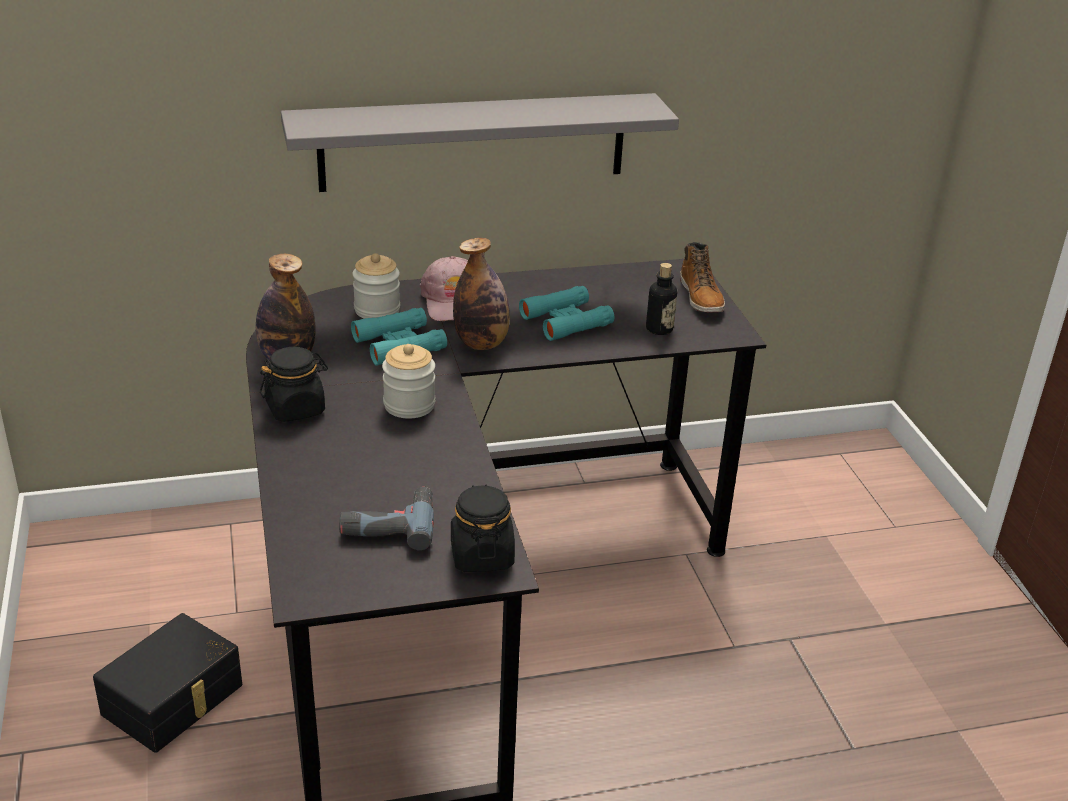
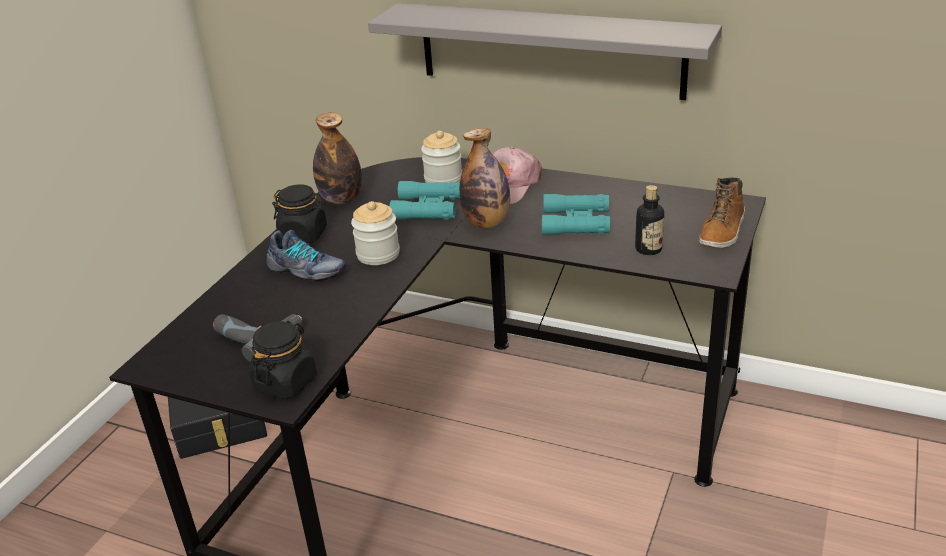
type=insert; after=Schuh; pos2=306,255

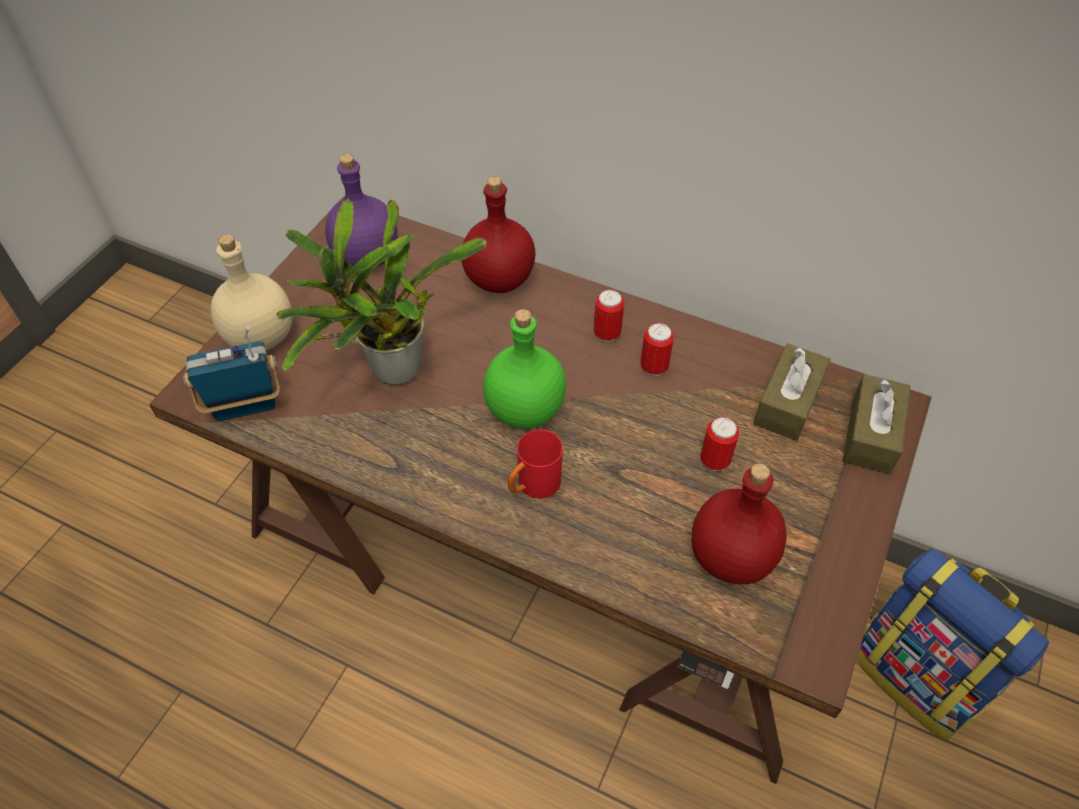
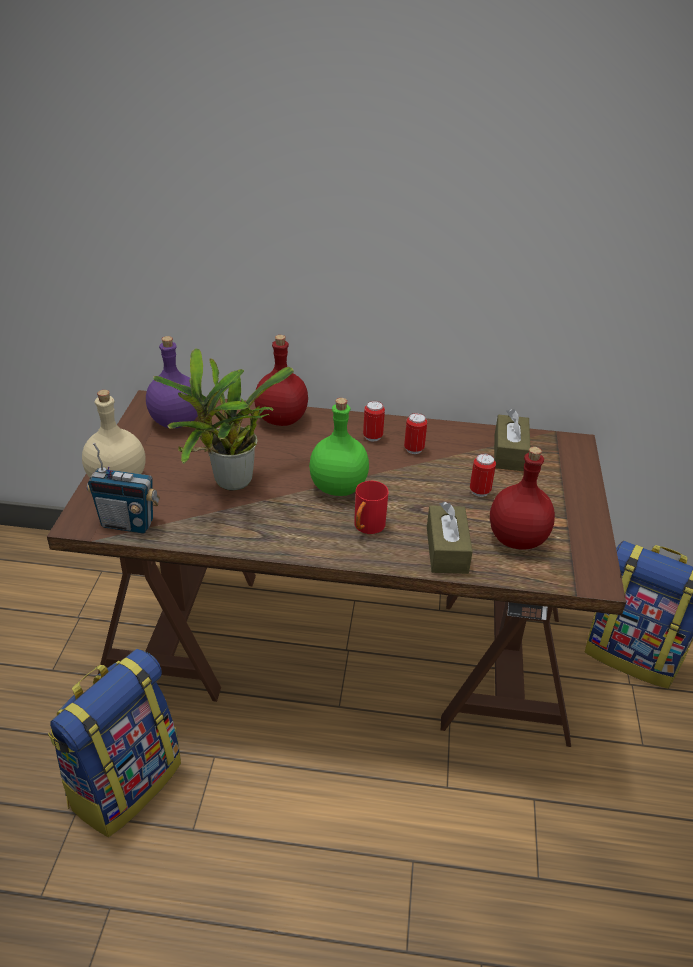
type=rotate; before=Radio; pos1=231,374; pos2=123,488; turn=-135
type=move; before=Taschentuchbox [braun]; pos1=877,424; pos2=450,538
type=insert; after=Rucksack; pos2=114,743

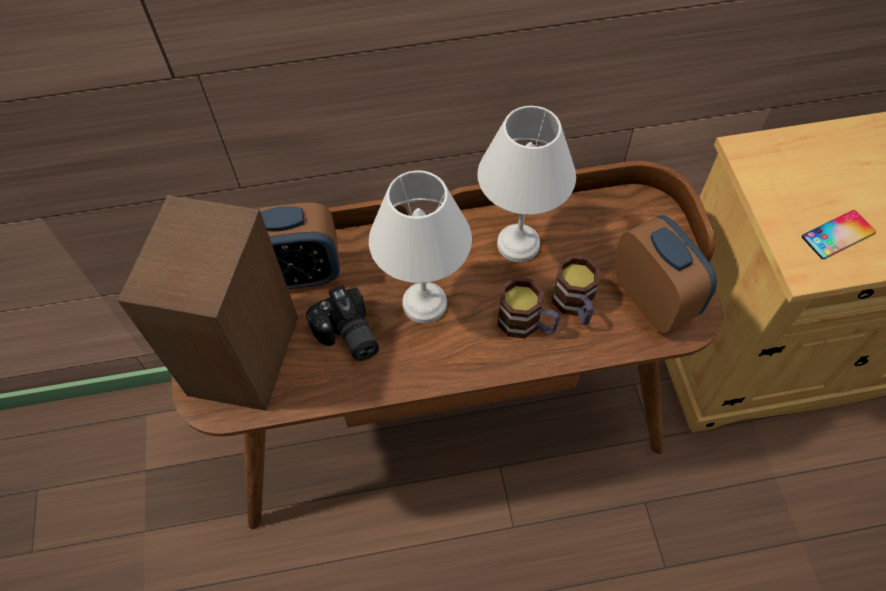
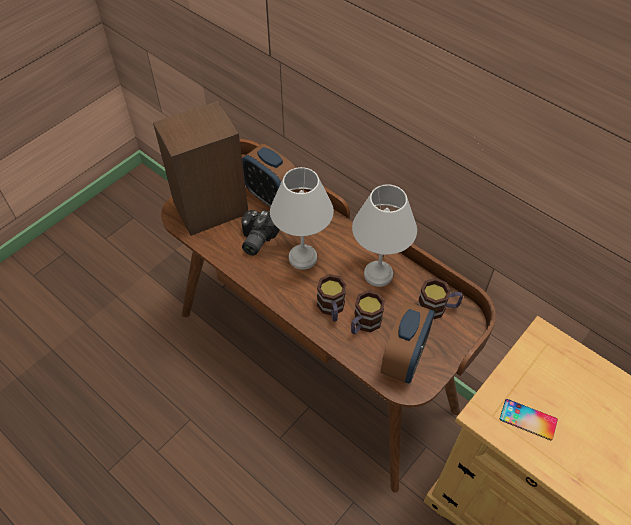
type=insert; after=Henkelbecher; pos2=440,298

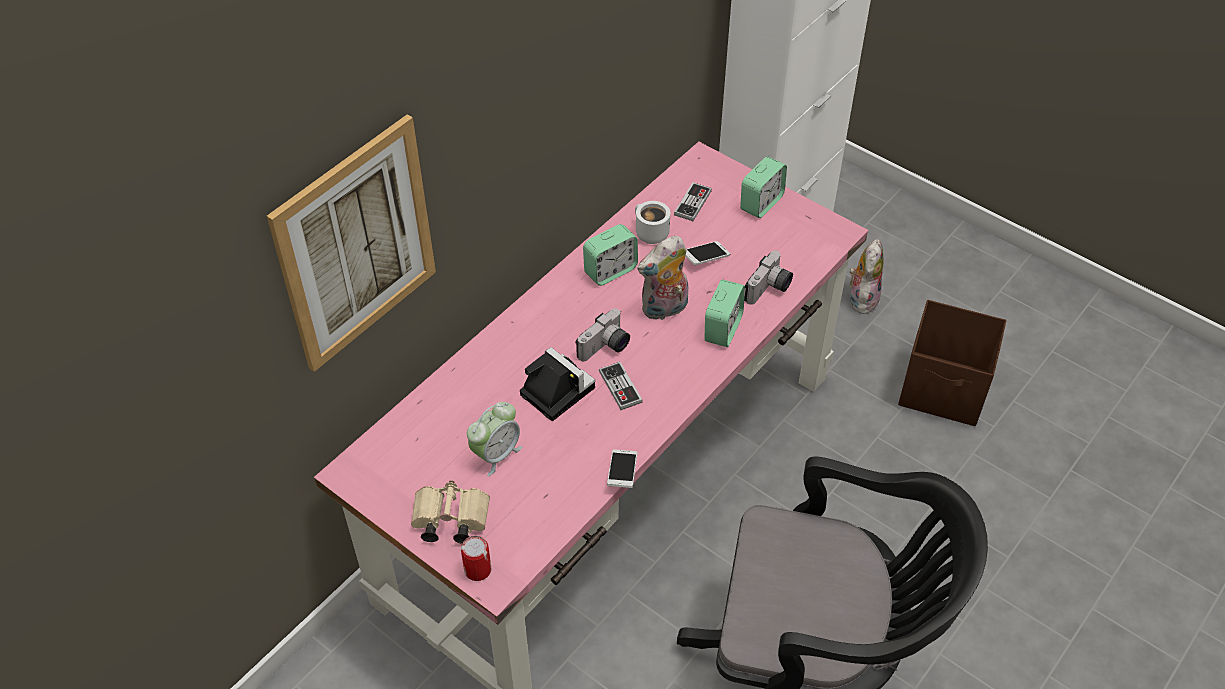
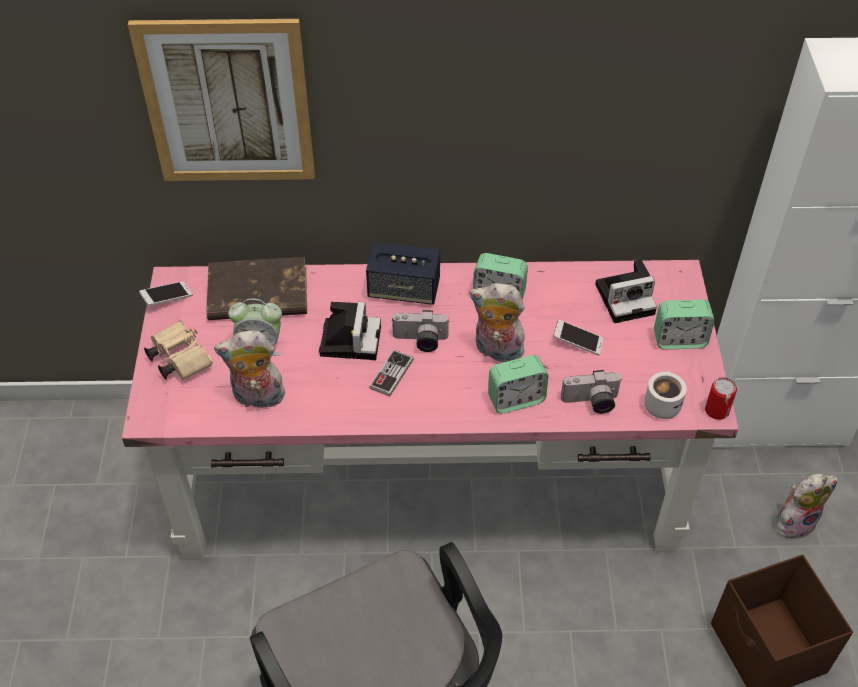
type=move; before=Dose; pos1=476,558; pos2=721,398
type=move; before=Handy; pos1=622,468; pos2=166,293
type=move; before=Henkelbecher [weiß]; pos1=652,222; pos2=666,395
type=replace; before=Gamepad; after=Kamera; pos1=693,201; pos2=626,291
type=insert; after=Buch [braun]; pos2=256,288
type=insert; after=Plüschtier; pos2=249,369
type=insert; after=Lautsprecher; pos2=403,273

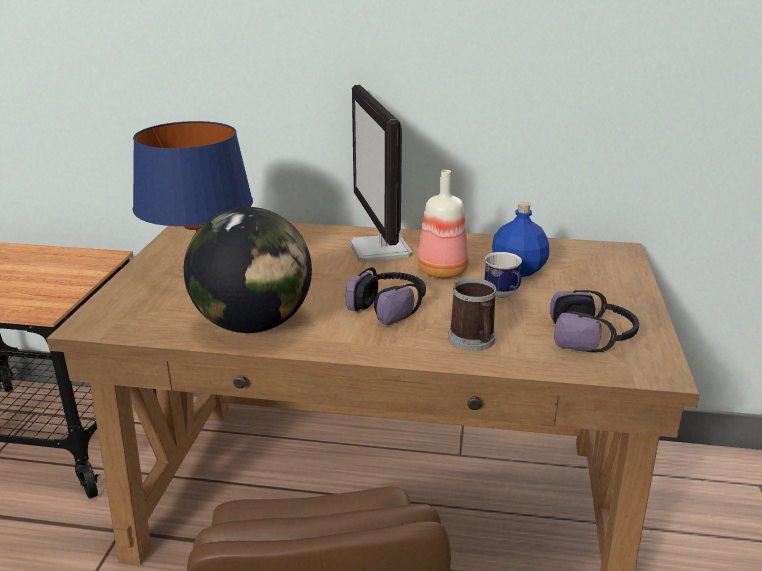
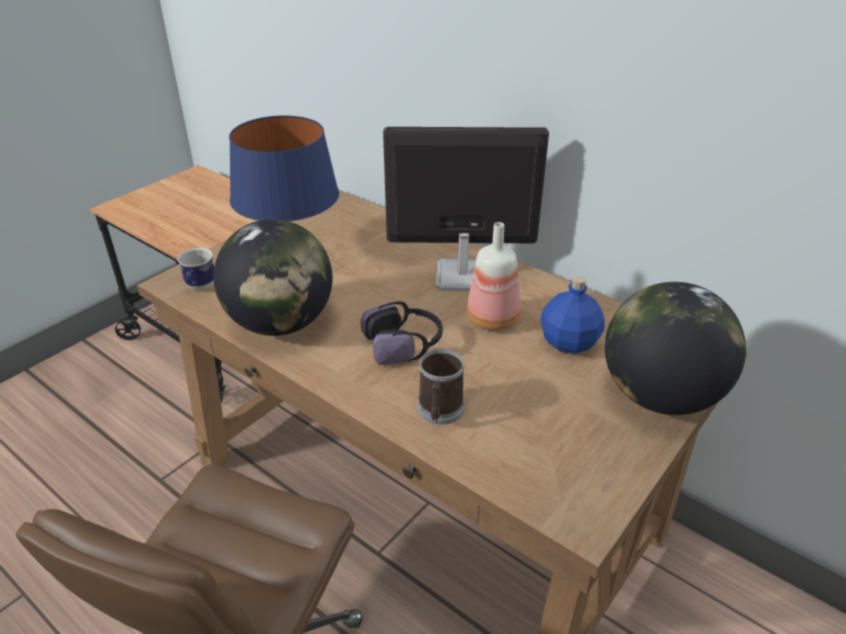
type=rotate; before=Monitor; pos1=380,173; pos2=466,209; turn=75
type=move; before=Henkelbecher; pos1=503,275; pos2=195,269
type=delete; before=Kopfhörer; pos1=594,321
type=insert; after=Globus; pos2=675,348

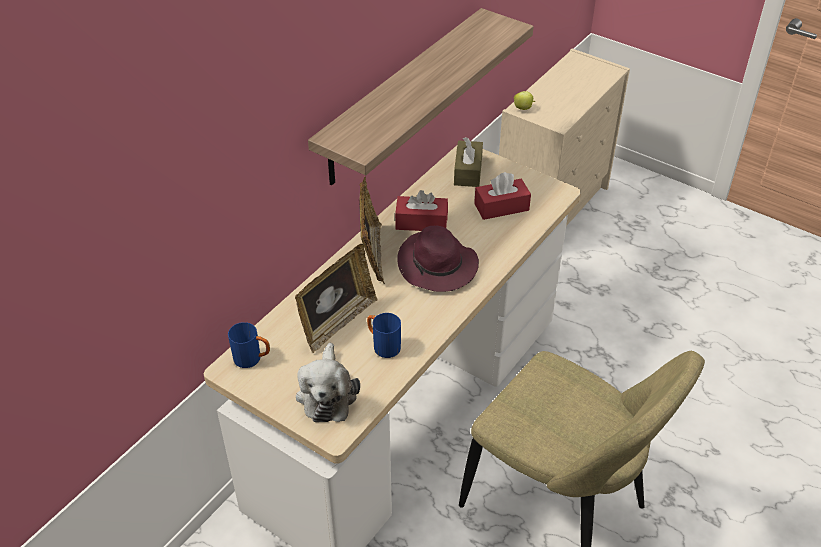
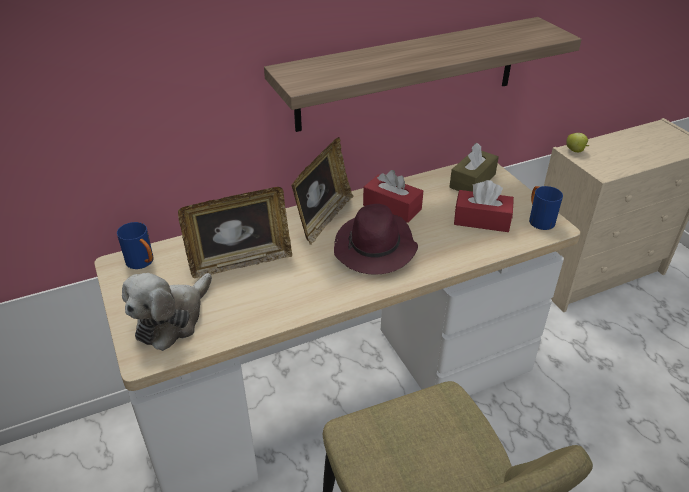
type=move; before=Henkelbecher [blau]; pos1=384,335; pos2=546,208

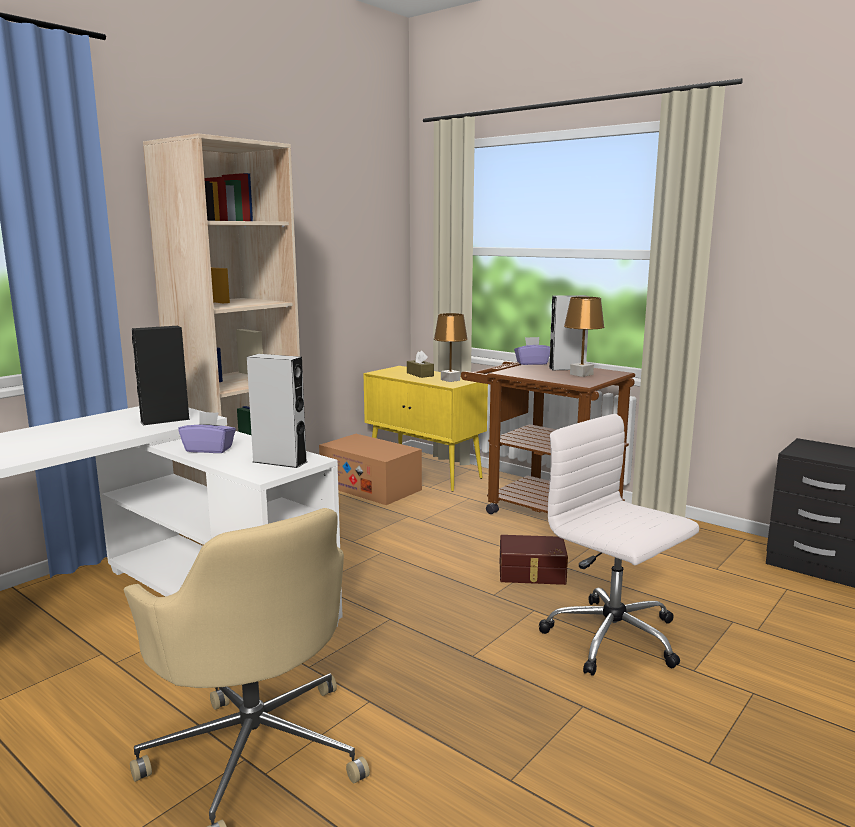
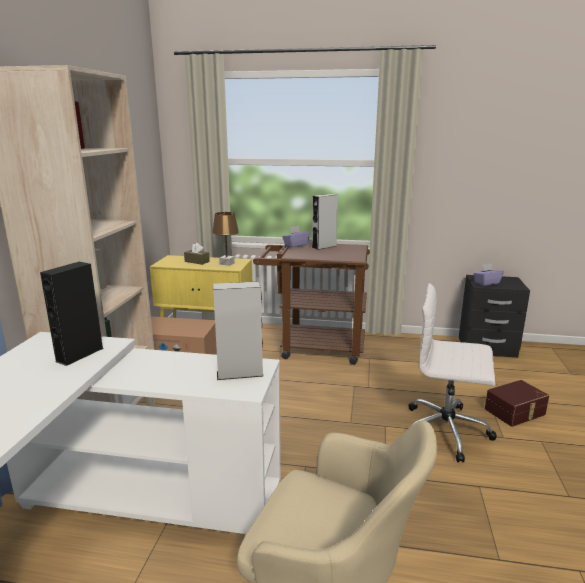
type=move; before=Taschentuchbox [lila]; pos1=207,432; pos2=488,275
type=move; before=Aufbewahrungsbox [braun]; pos1=534,560; pos2=517,403
type=delete; before=Tischlampe [braun]; pos1=584,336

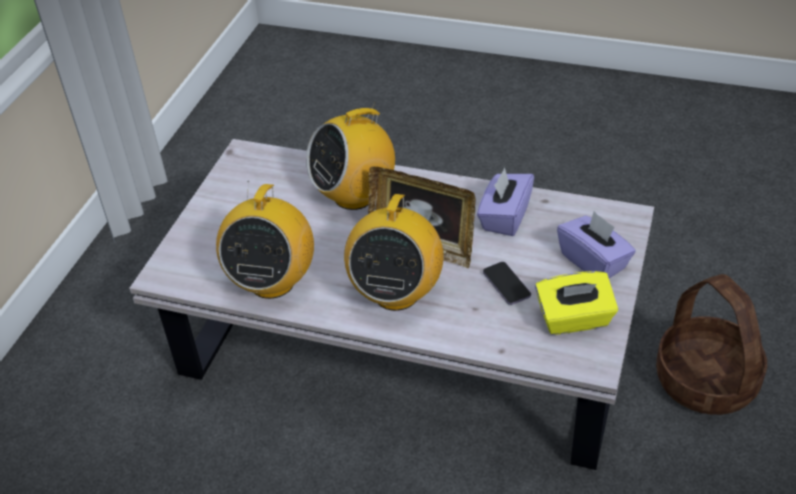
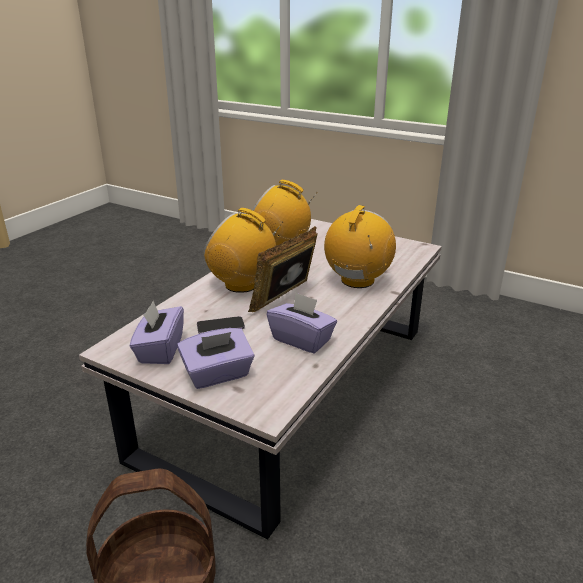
type=rotate; before=Radio; pos1=350,156; pos2=360,246; turn=45
type=recolor; before=Taschentuchbox [gelb]; after=Taschentuchbox [lila]; pos1=576,303; pos2=157,332

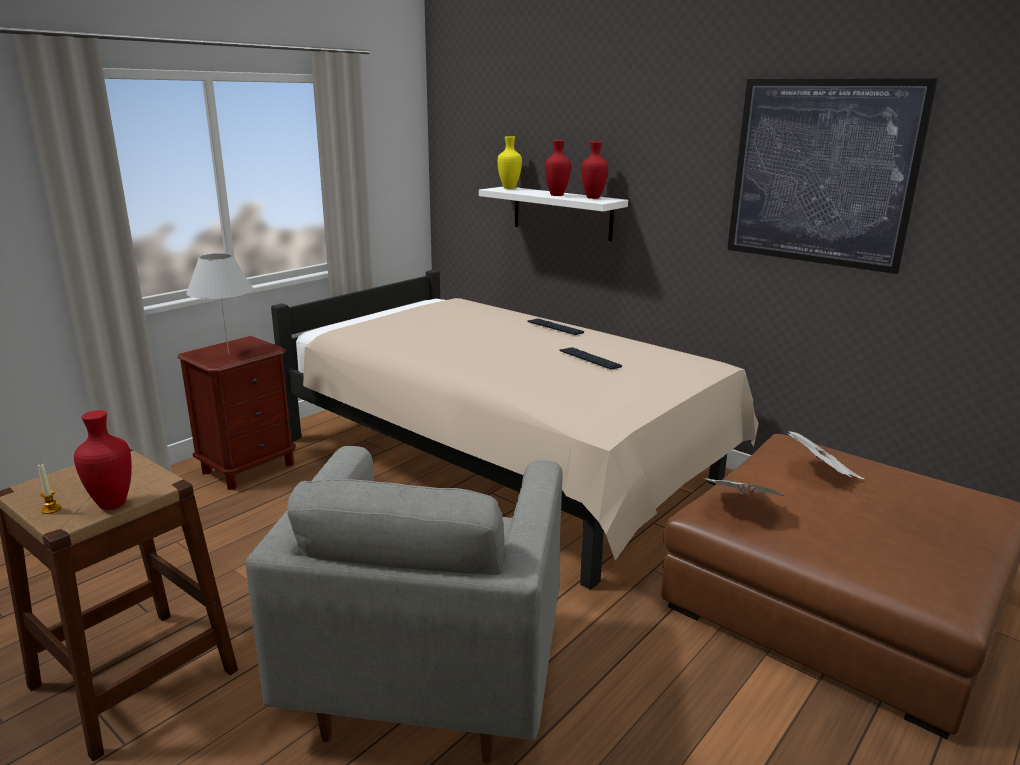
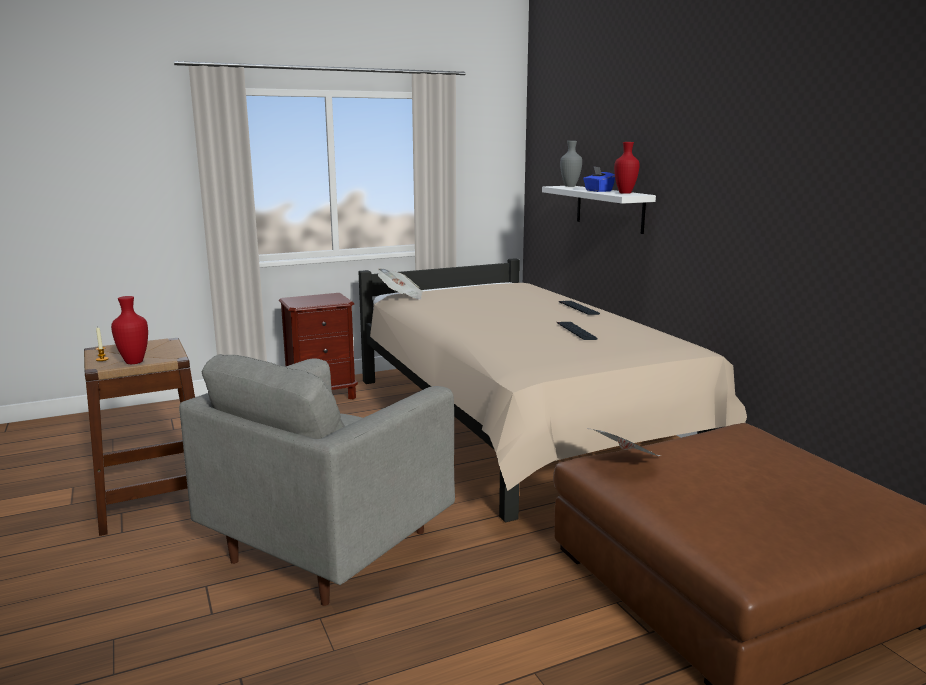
type=delete; before=Tischlampe [weiß]; pos1=219,303
type=recolor; before=Vase [gelb]; after=Vase [grau]; pos1=510,162; pos2=571,164
type=replace; before=Vase [rot]; after=Taschentuchbox [blau]; pos1=558,168; pos2=599,179
type=delete; before=Bild; pos1=832,176
type=move; before=Zeitung; pos1=826,455; pos2=400,284

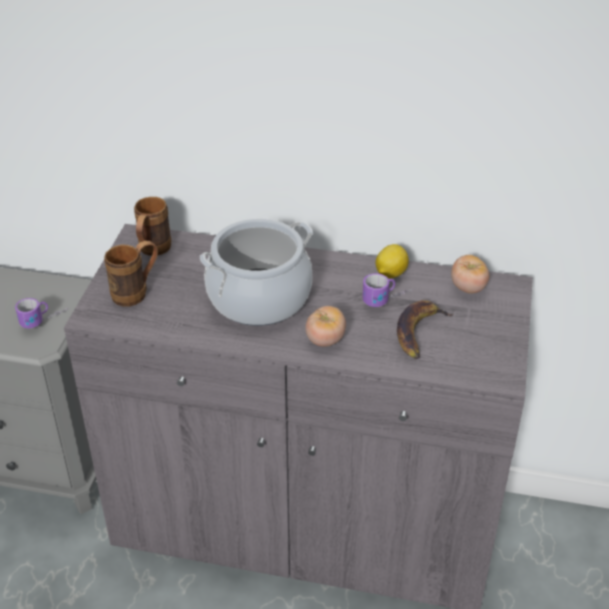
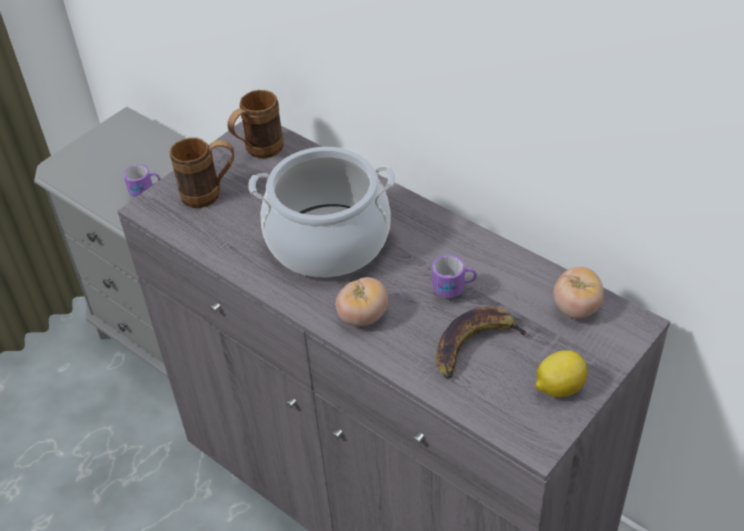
type=move; before=Zitrone; pos1=392,261; pos2=561,373

